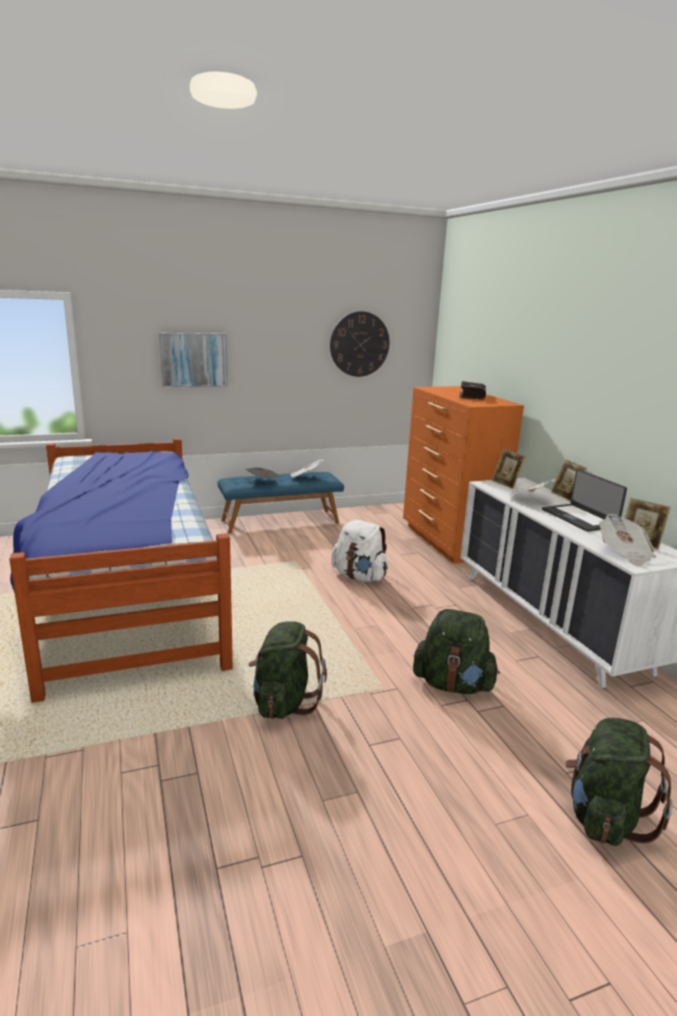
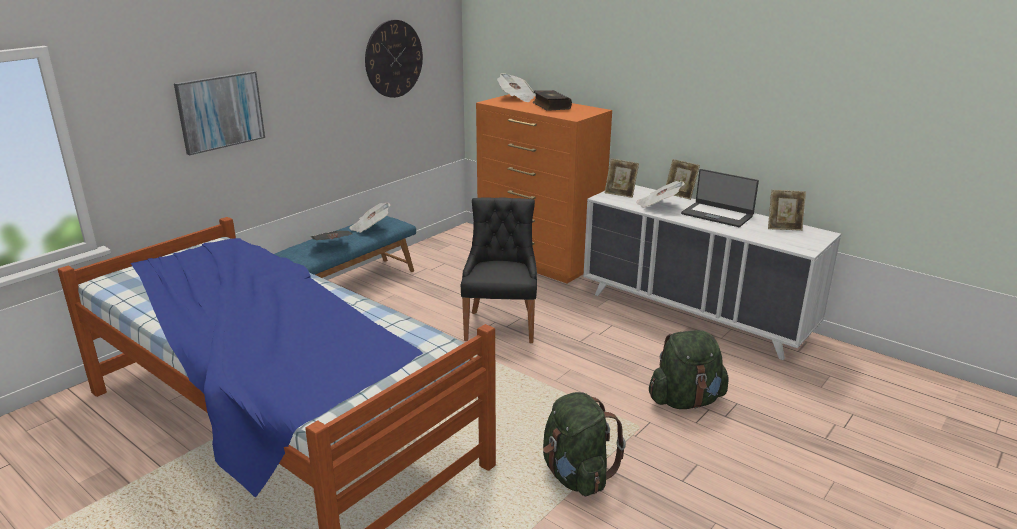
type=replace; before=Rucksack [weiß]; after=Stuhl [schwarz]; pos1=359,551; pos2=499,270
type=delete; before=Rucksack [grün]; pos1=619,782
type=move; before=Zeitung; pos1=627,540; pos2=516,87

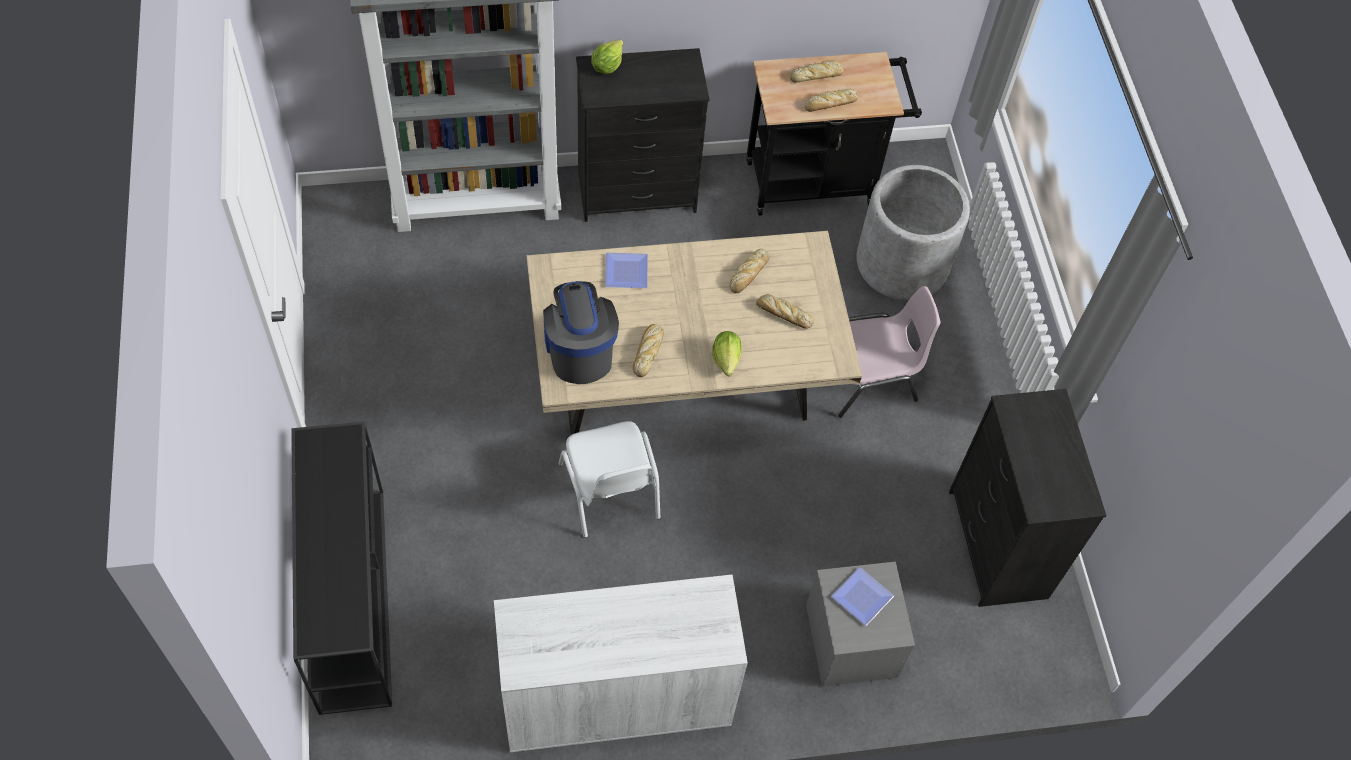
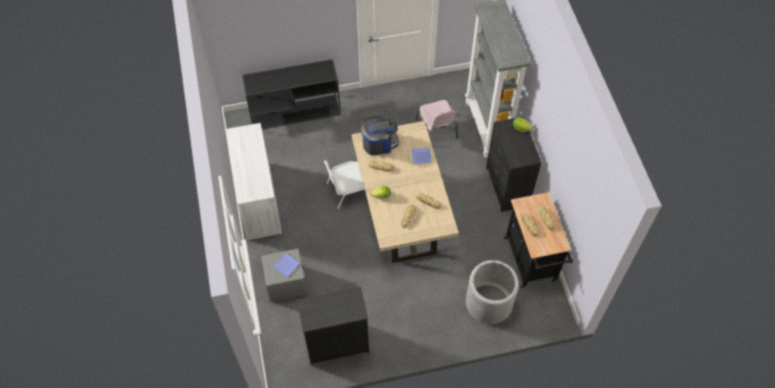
type=move; before=Stuhl [rosa]; pos1=889,352; pos2=437,119

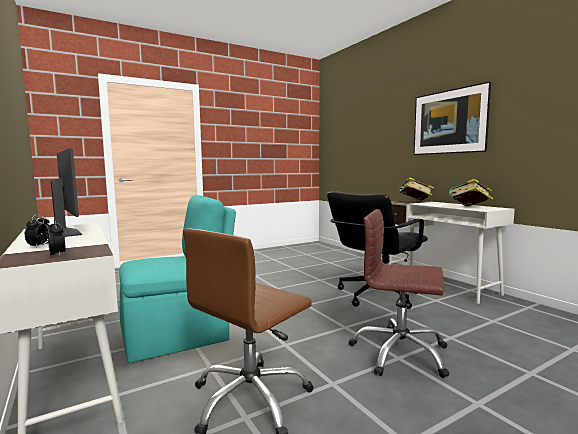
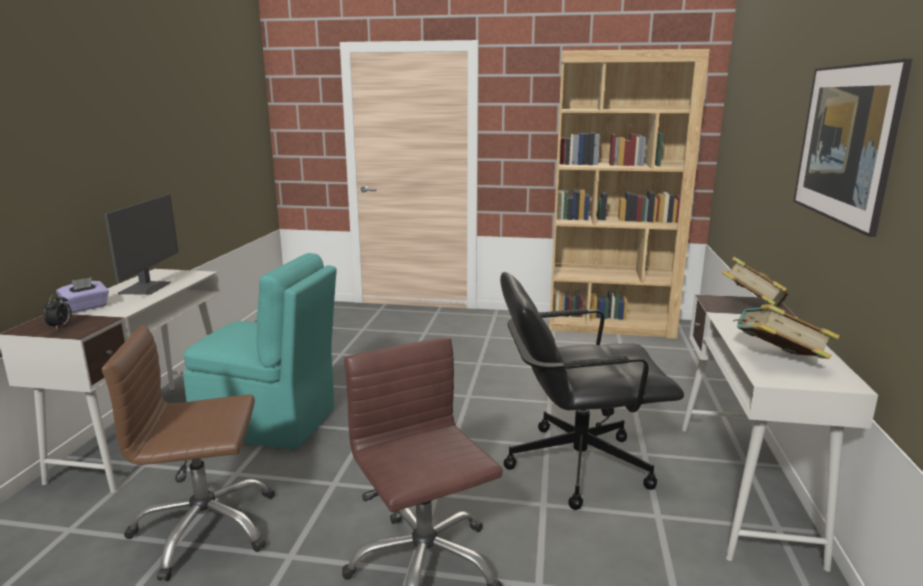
type=replace; before=Wecker; after=Taschentuchbox [lila]; pos1=37,230; pos2=82,295
type=insert; after=Bücherregal [braun]; pos2=629,194

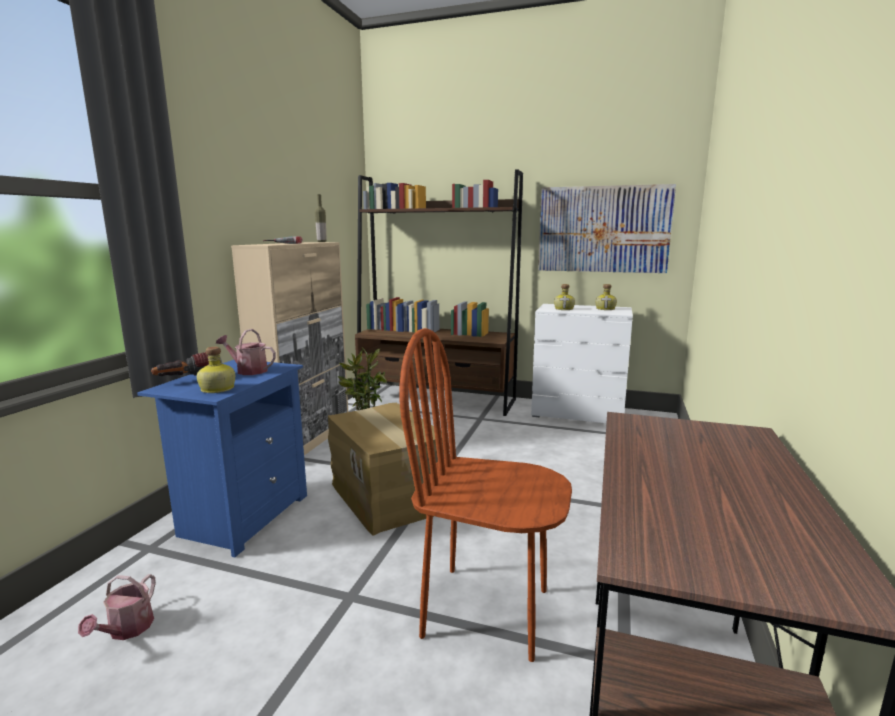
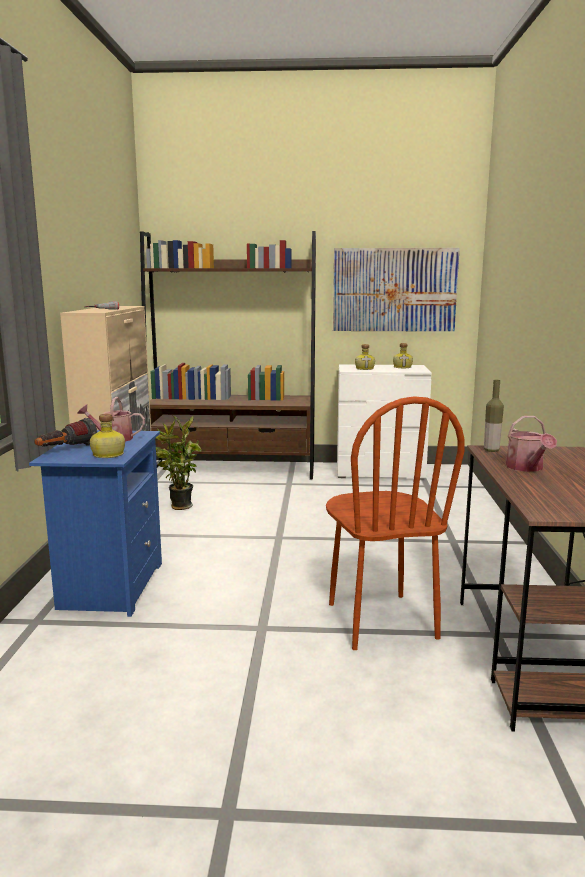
type=move; before=Gießkanne; pos1=117,607; pos2=531,444
type=move; before=Flasche; pos1=321,218; pos2=494,416
type=delete; before=Karton; pos1=389,469
type=rotate; before=Stuhl [braun]; pos1=486,495; pos2=395,523; turn=-105

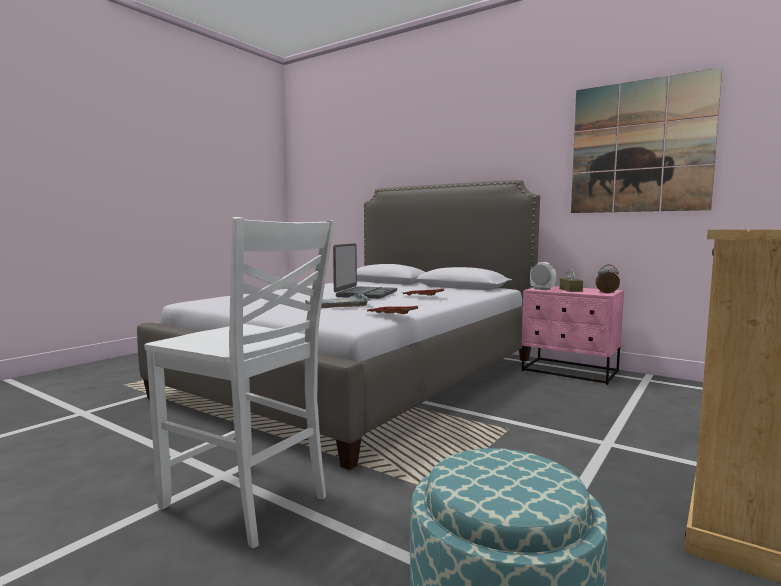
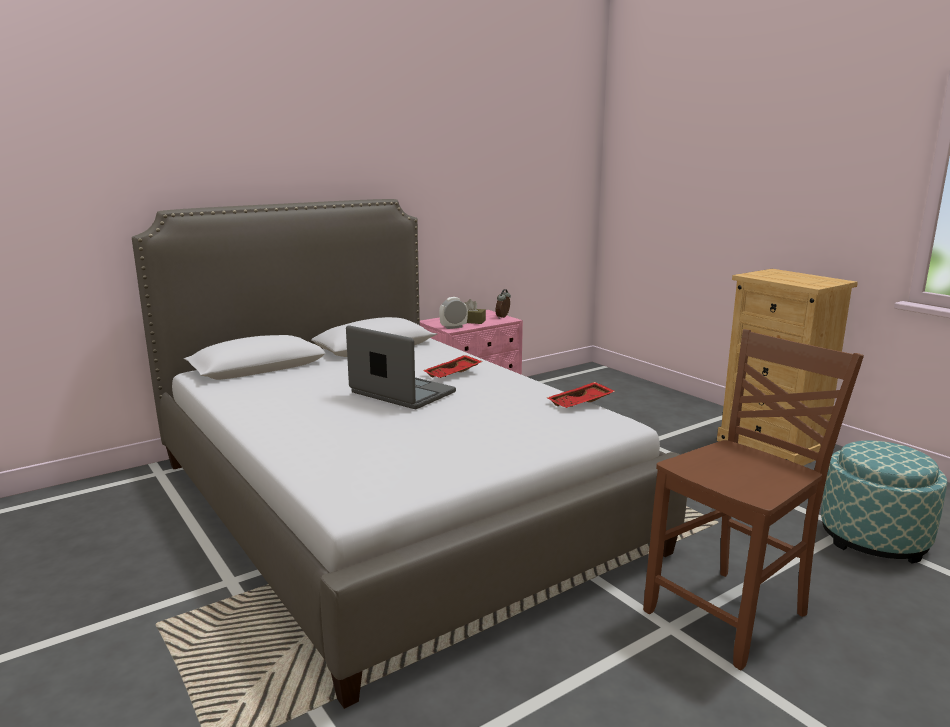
type=recolor; before=Stuhl [weiß]; after=Stuhl [braun]; pos1=239,383; pos2=753,499
type=delete; before=Tablett [grau]; pos1=337,301
type=delete; before=Bild; pos1=646,140

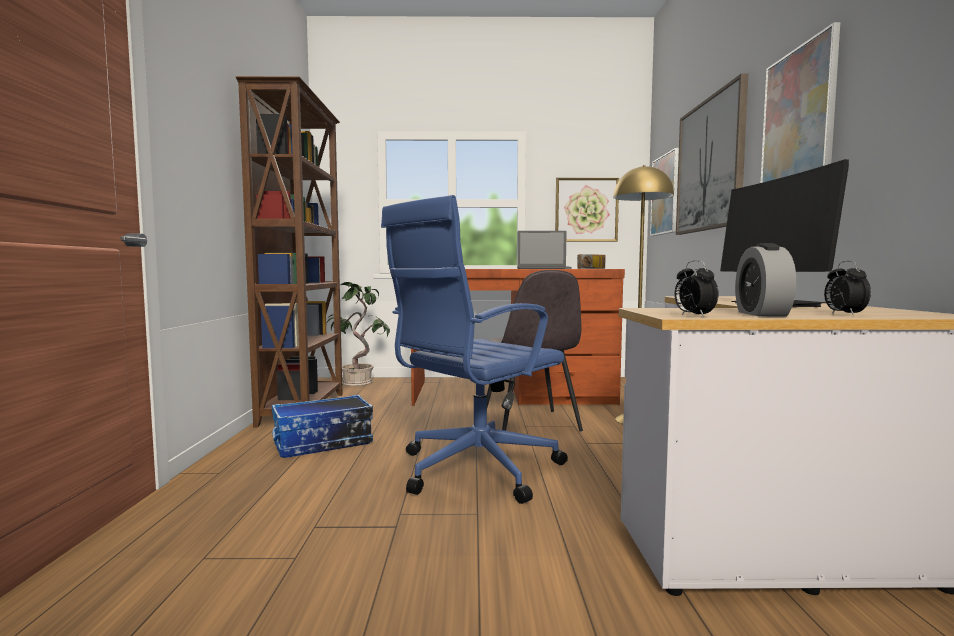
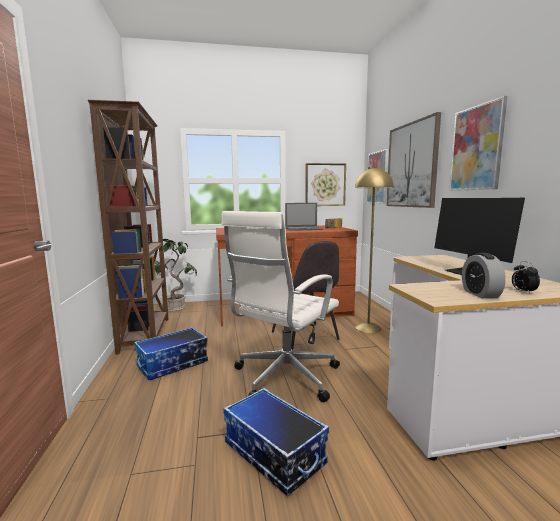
type=recolor; before=Bürostuhl [blau]; after=Bürostuhl [weiß]; pos1=474,349; pos2=280,306
type=delete; before=Wecker; pos1=696,288
type=insert; after=Aufbewahrungsbox; pos2=276,442

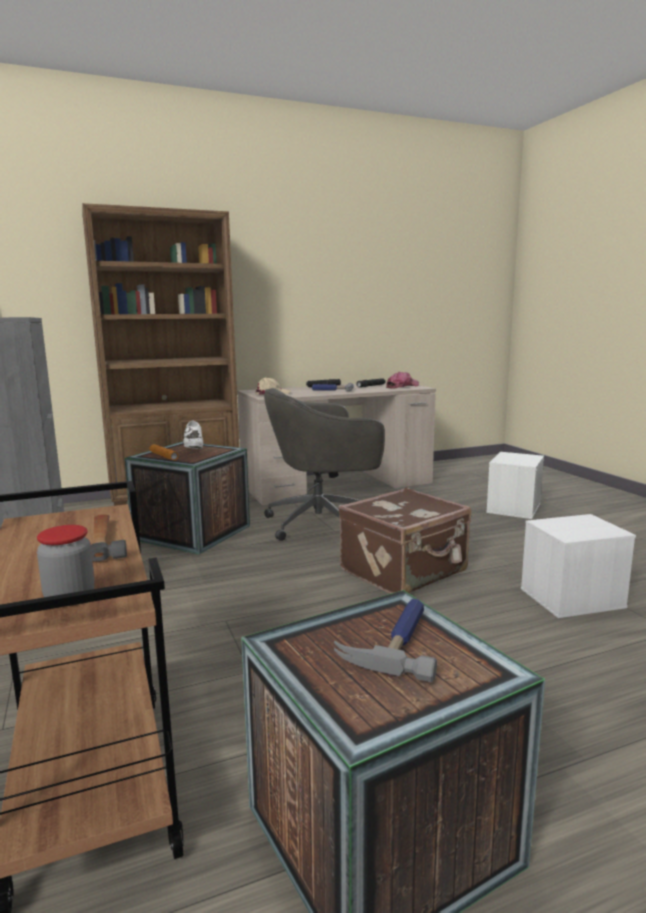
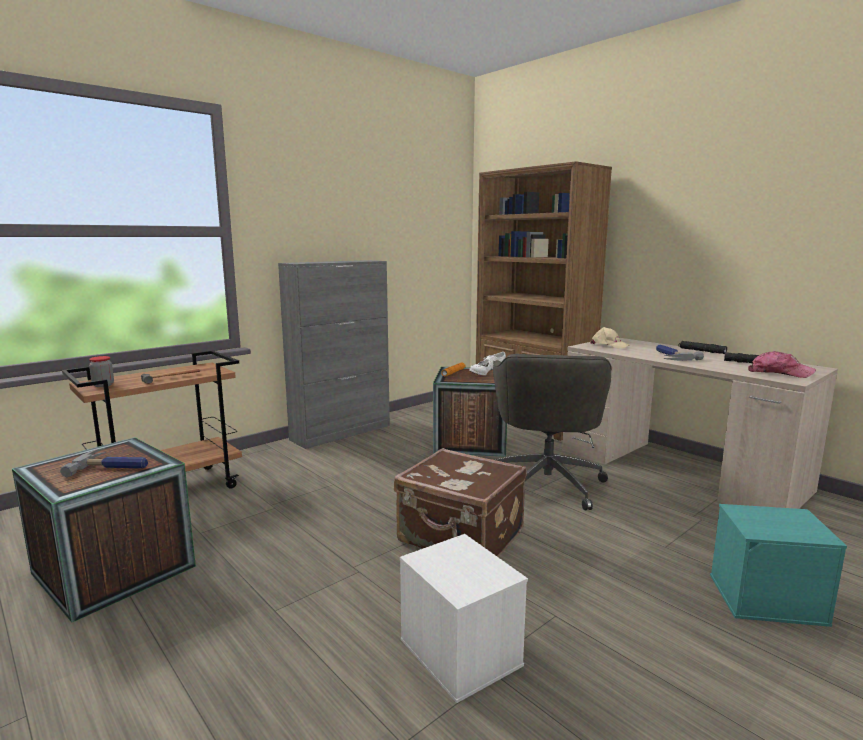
type=rotate; before=Bürostuhl [grau]; pos1=324,464; pos2=552,432; turn=-135
type=recolor; before=Aufbewahrungsbox [weiß]; after=Aufbewahrungsbox [türkis]; pos1=515,485; pos2=778,565

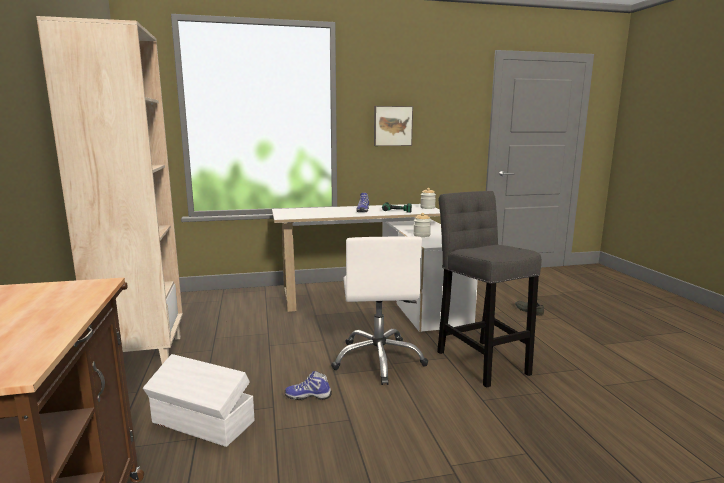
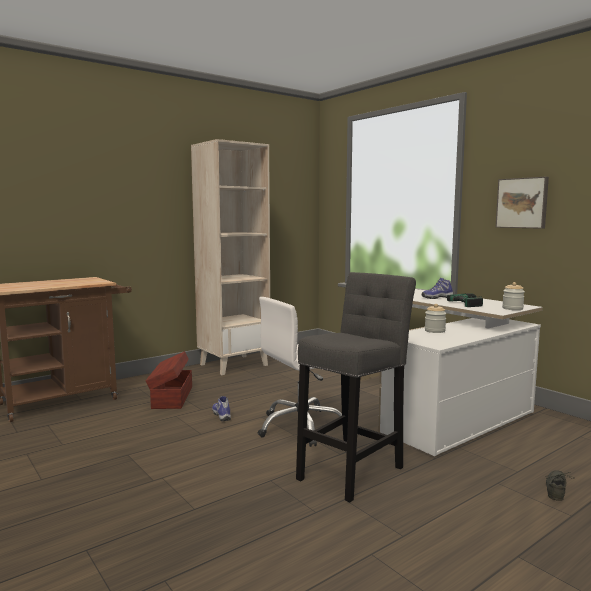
type=recolor; before=Aufbewahrungsbox [weiß]; after=Aufbewahrungsbox [braun]; pos1=198,400; pos2=169,380

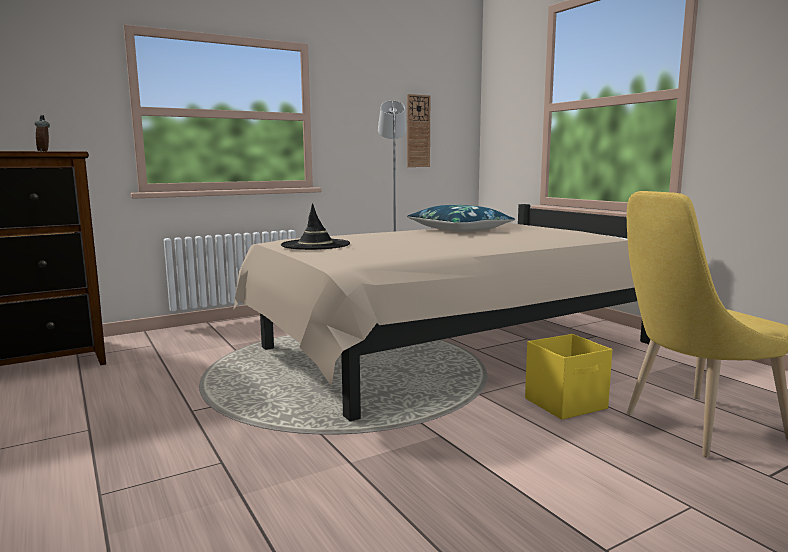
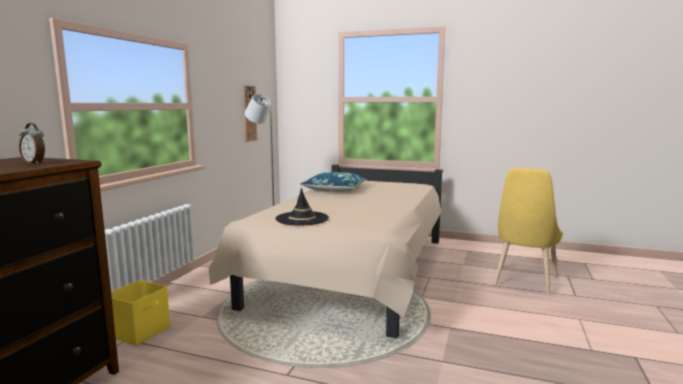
type=move; before=Aufbewahrungsbox [gelb]; pos1=568,377; pos2=140,313

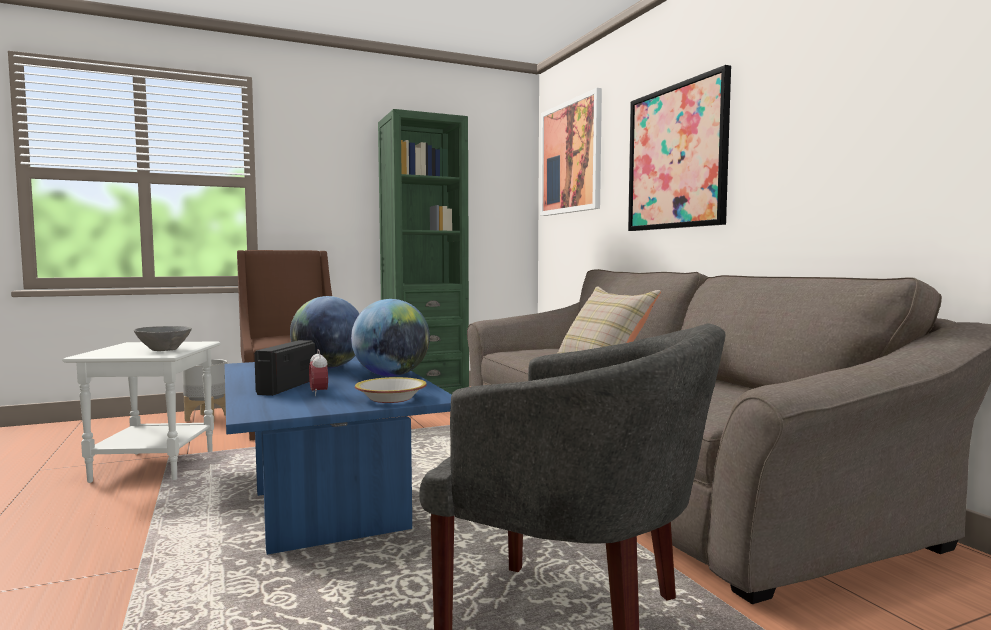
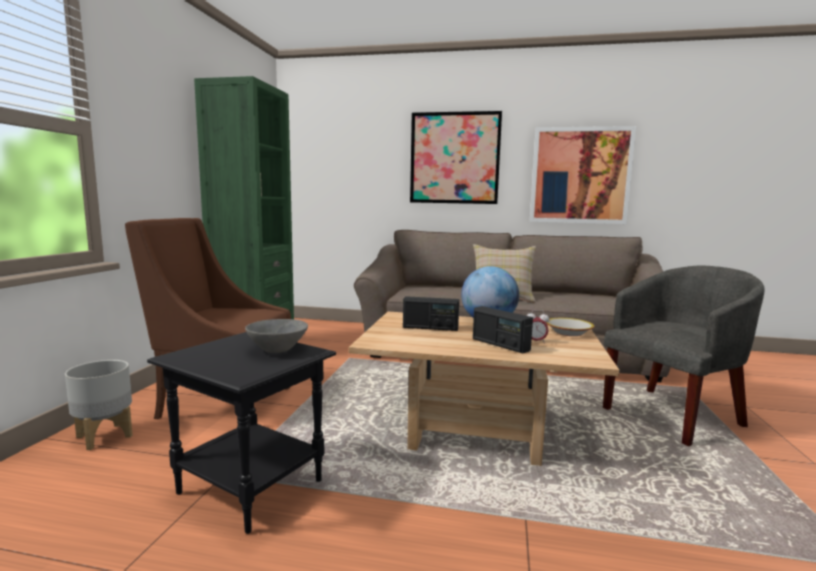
type=recolor; before=Beistelltisch [weiß]; after=Beistelltisch [schwarz]; pos1=141,412; pos2=241,433
type=recolor; before=Couchtisch [blau]; after=Couchtisch [beige]; pos1=338,455; pos2=483,389
type=replace; before=Globus; after=Radio; pos1=324,332; pos2=431,313
type=move; before=Bild; pos1=571,152; pos2=583,175

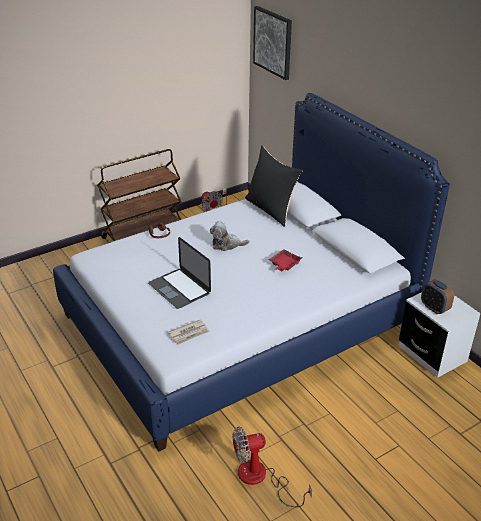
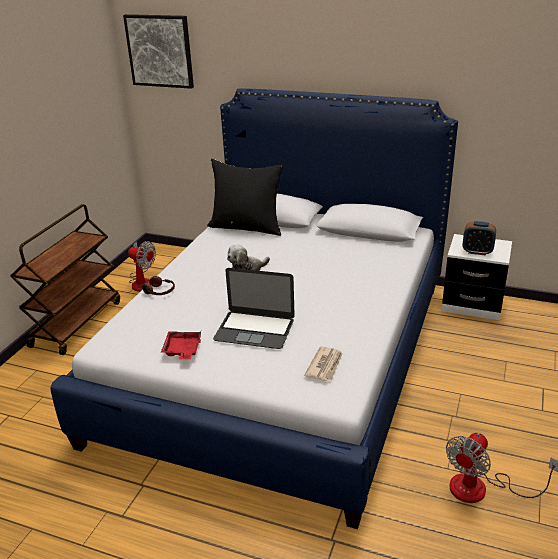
type=move; before=Tablett [rot]; pos1=286,260; pos2=181,345

